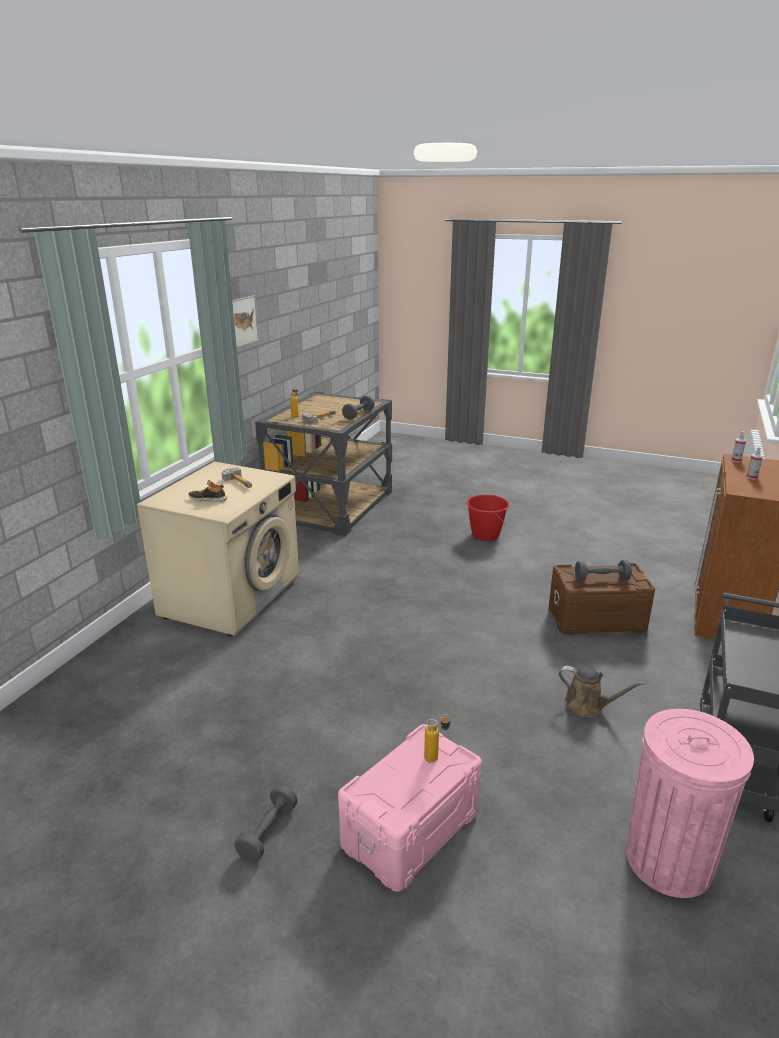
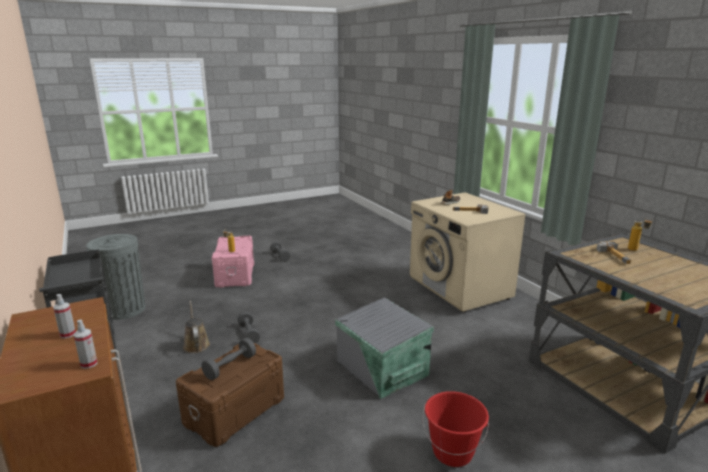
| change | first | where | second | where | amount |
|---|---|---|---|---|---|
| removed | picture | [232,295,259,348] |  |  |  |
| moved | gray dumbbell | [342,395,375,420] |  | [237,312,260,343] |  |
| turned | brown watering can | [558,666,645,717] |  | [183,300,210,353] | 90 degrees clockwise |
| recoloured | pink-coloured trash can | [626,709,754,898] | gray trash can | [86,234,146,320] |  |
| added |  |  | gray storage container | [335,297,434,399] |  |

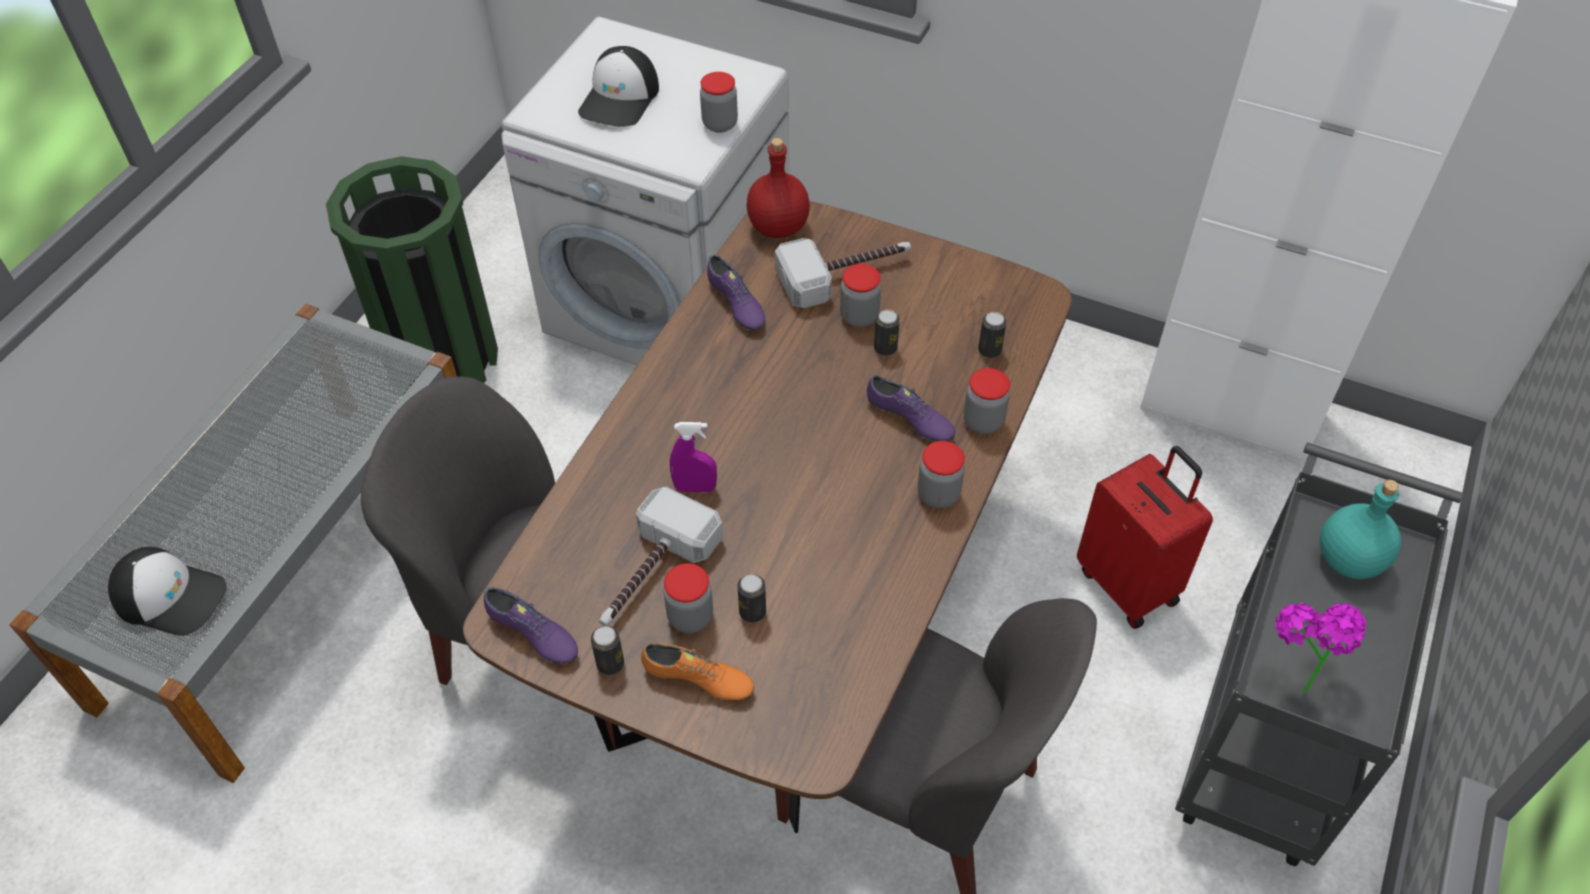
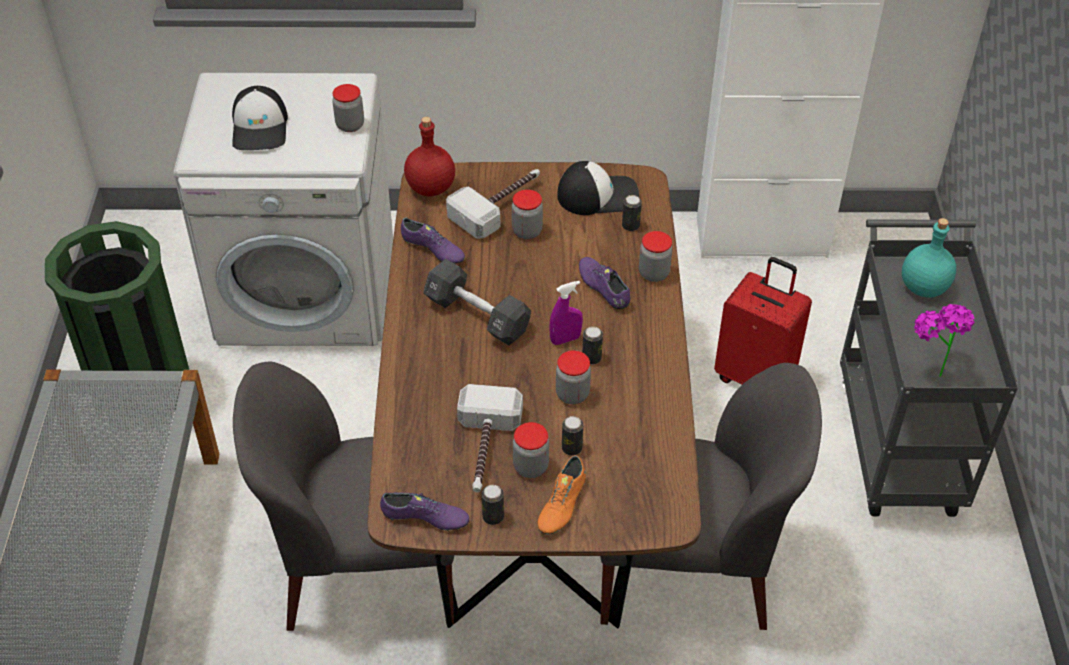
| change | first | where | second | where | amount |
|---|---|---|---|---|---|
| moved | sealed can | [874,309,900,356] |  | [582,326,603,365] |  |
| turned | purple-coloured low shoe | [867,375,955,441] |  | [579,257,630,309] | 135 degrees counterclockwise |
| moved | purple-coloured hand sprayer | [670,422,717,493] |  | [549,281,583,345] |  |
| moved | jar | [918,441,965,508] |  | [556,350,591,404] |  |
| moved | cap | [108,547,227,636] |  | [557,161,639,215] |  |
| turned | orangey low shoe | [641,643,754,701] |  | [537,455,586,534] | 120 degrees clockwise |
| added |  |  | blackish dumbbell | [423,259,531,345] |  |

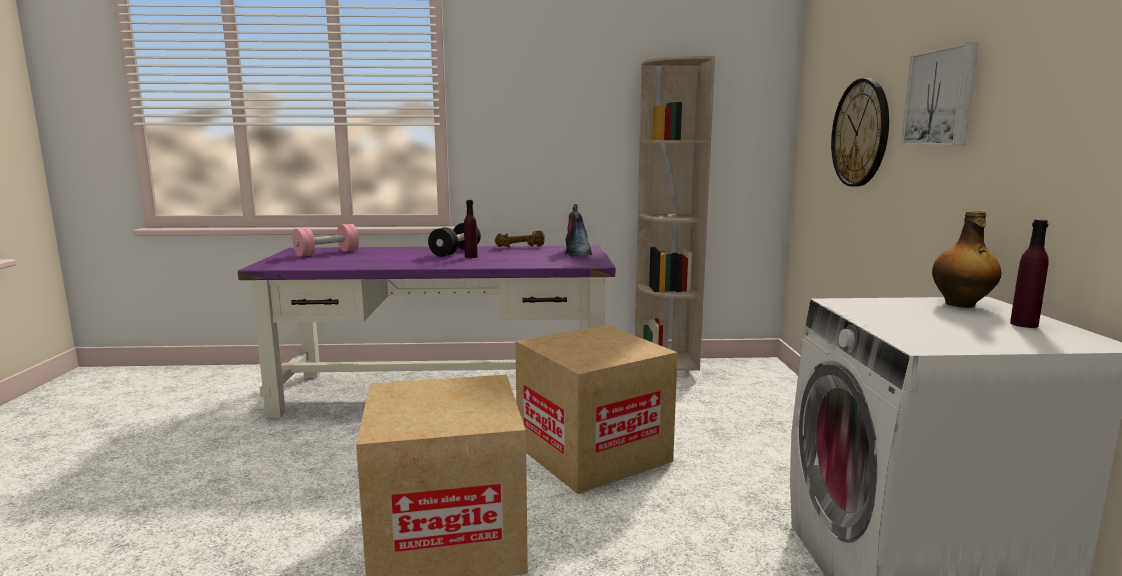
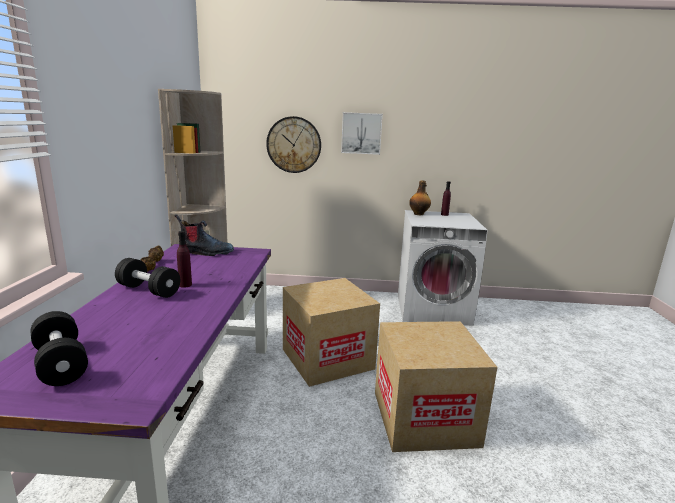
| change | first | where | second | where | amount |
|---|---|---|---|---|---|
| recoloured | pink-coloured dumbbell | [292,224,359,257] | blackish dumbbell | [30,311,88,386] |  |

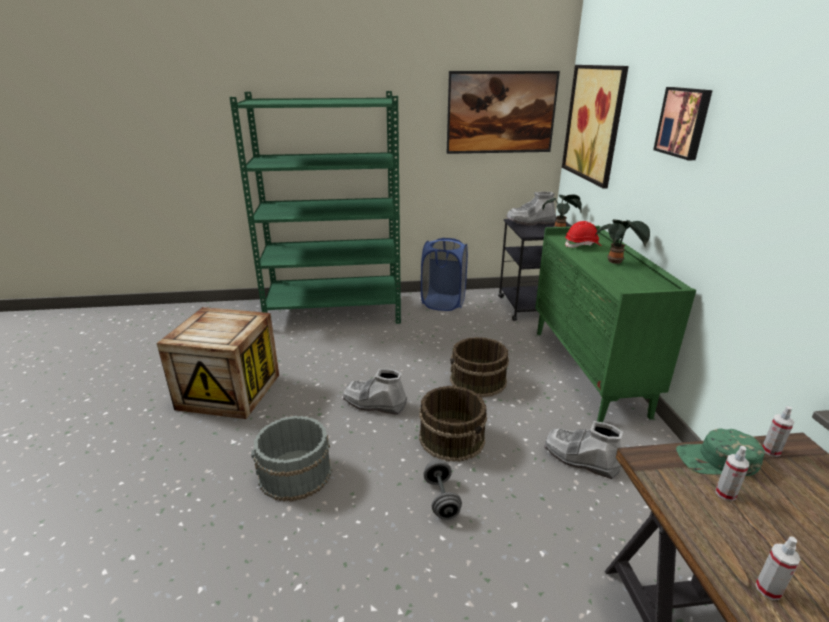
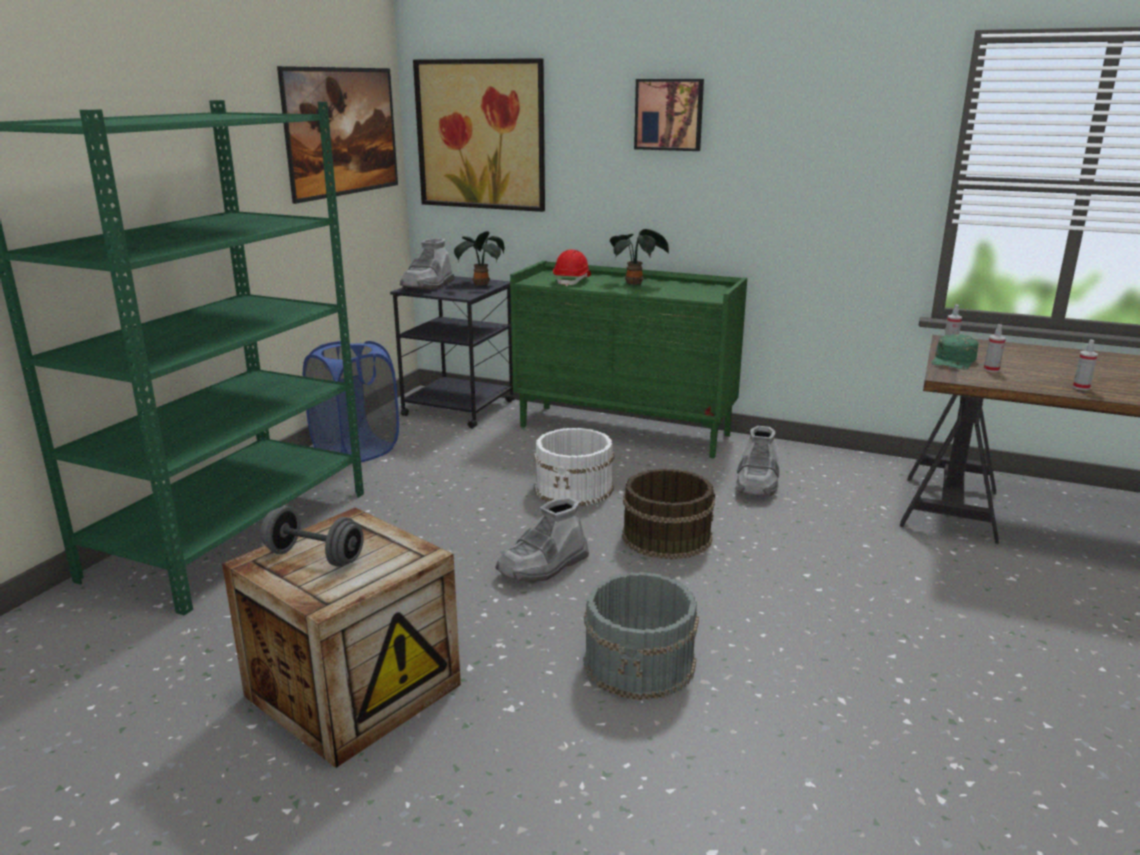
| change | first | where | second | where | amount |
|---|---|---|---|---|---|
| recoloured | brown pail | [450,337,509,397] | whitish pail | [534,428,614,506] |  |
| turned | gray tall boot | [544,421,623,479] |  | [736,426,780,496] | 45 degrees counterclockwise |
| moved | gray dumbbell | [424,459,462,520] |  | [260,506,364,566] |  |

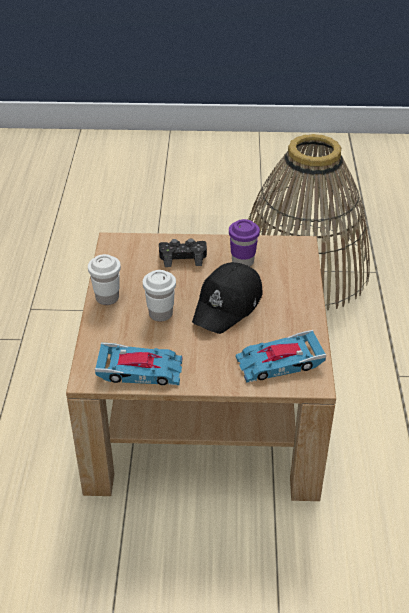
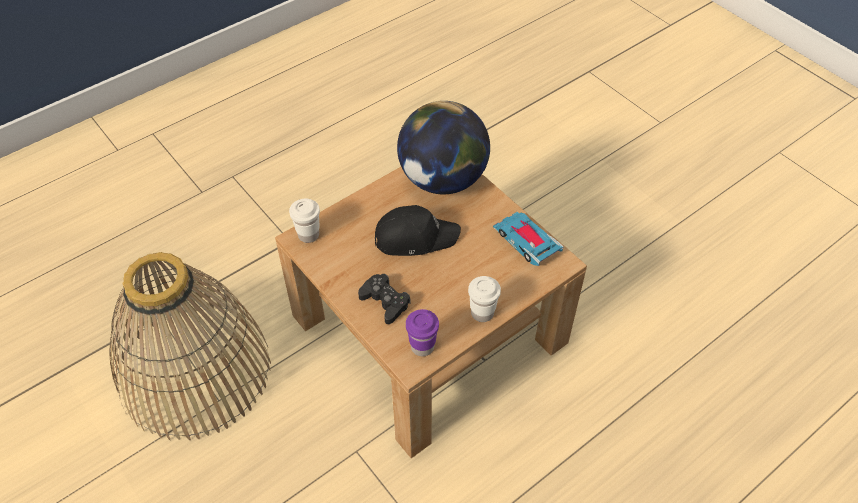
| change | first | where | second | where | amount |
|---|---|---|---|---|---|
| moved | purple-coloured drinking cup | [229,219,260,267] |  | [406,309,439,356] |  |
| moved | whitish drinking cup | [143,270,176,322] |  | [289,199,320,243] |  |
| replaced | toy car | [236,330,326,383] | desk globe | [397,101,490,194] |  |

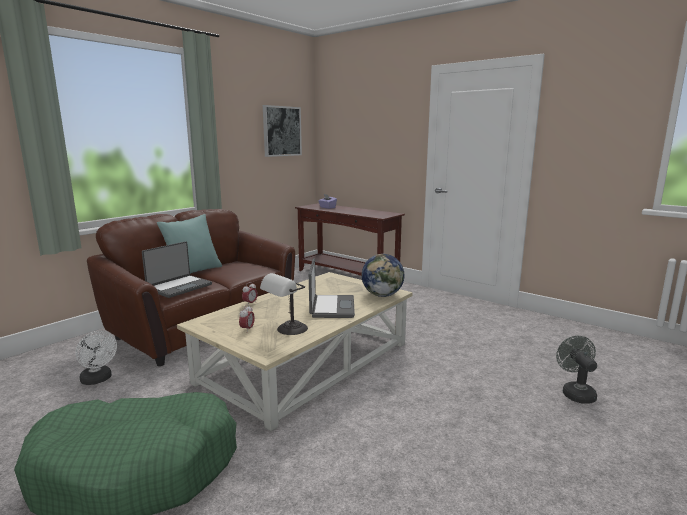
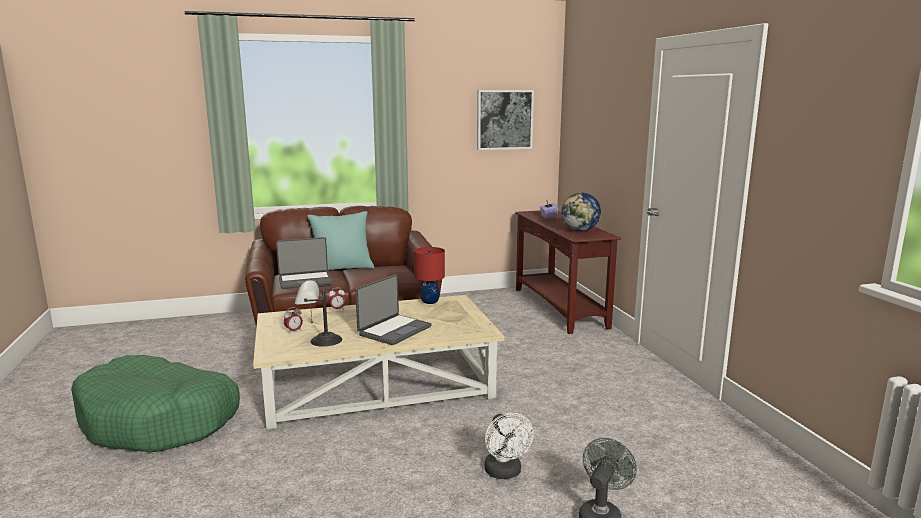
| change | first | where | second | where | amount |
|---|---|---|---|---|---|
| moved | desk globe | [362,254,404,297] |  | [561,193,601,232] |  |
| moved | whitish electric fan | [76,331,117,385] |  | [484,413,534,479] |  |
| added |  |  | reddish lamp for a table | [414,247,445,304] |  |

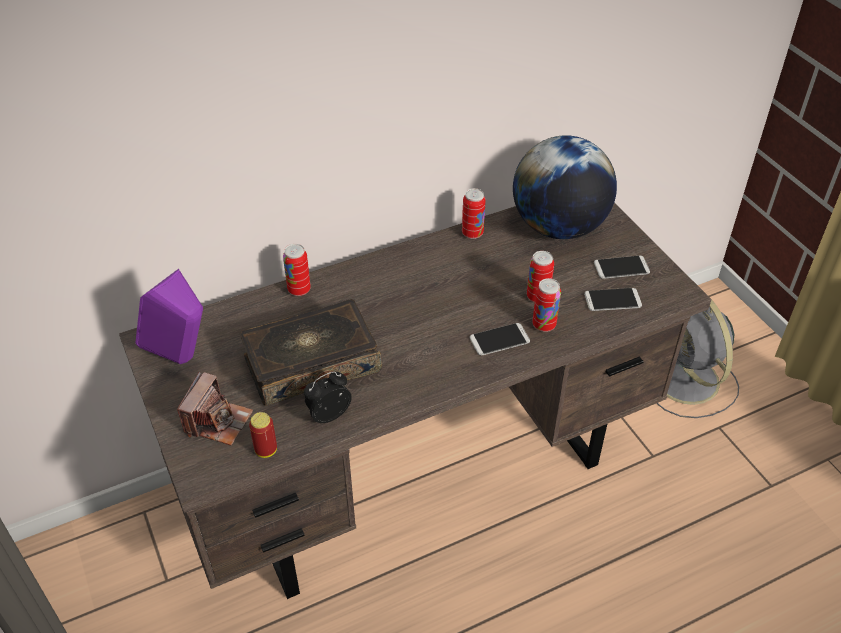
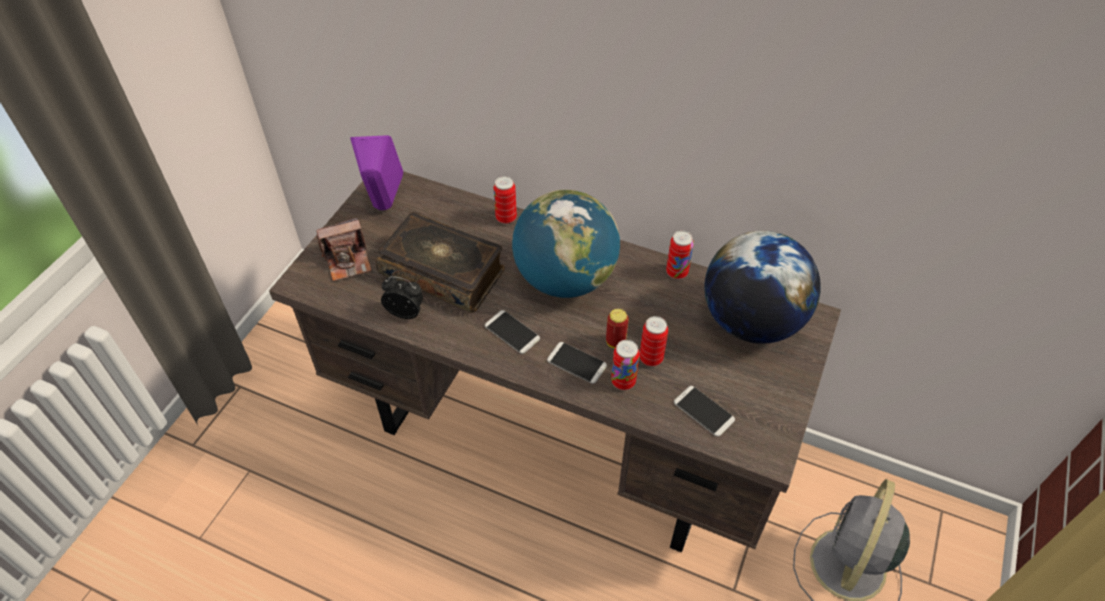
| change | first | where | second | where | amount |
|---|---|---|---|---|---|
| moved | phone | [594,256,650,279] |  | [485,310,540,354] |  |
| moved | sealed can | [249,412,277,458] |  | [606,309,629,348] |  |
| added |  |  | desk globe | [512,190,620,298] |  |

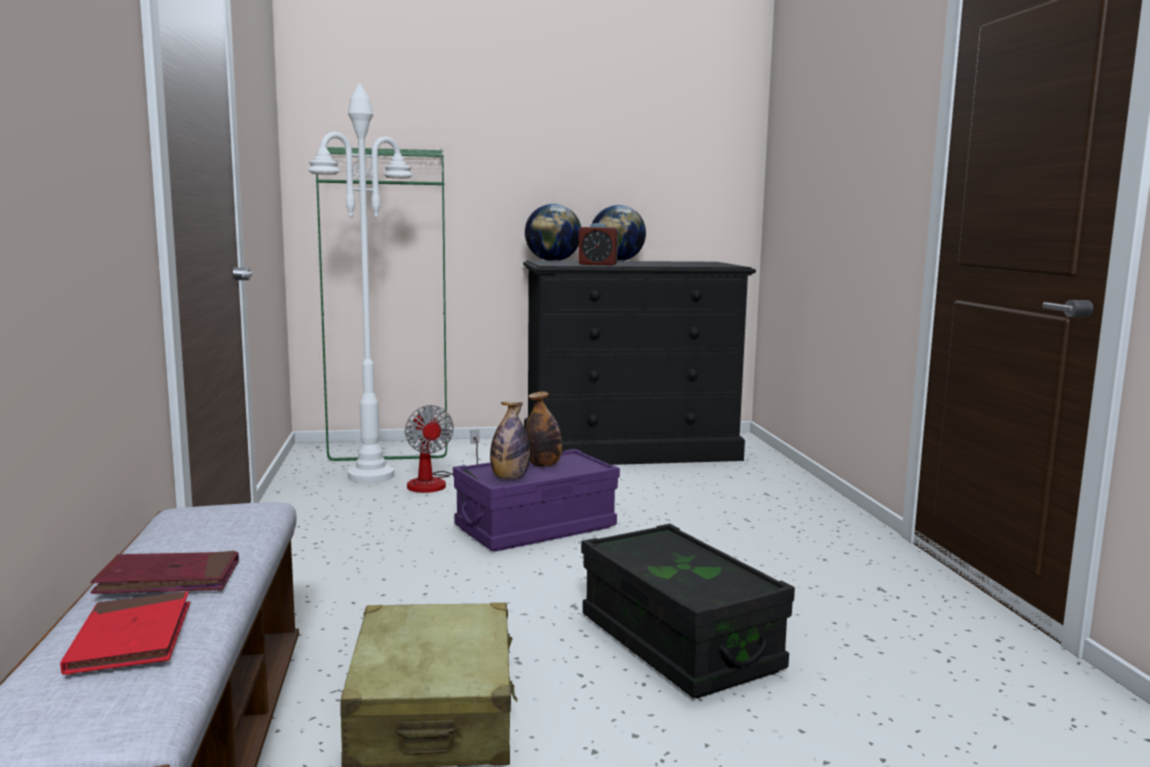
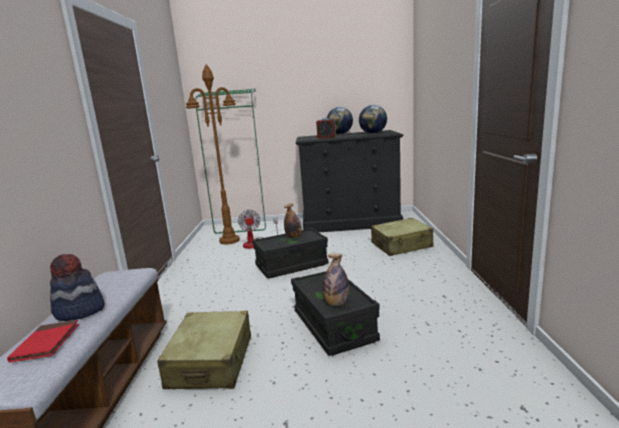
| change | first | where | second | where | amount |
|---|---|---|---|---|---|
| recoloured | whitish standing lamp | [308,83,413,483] | brown standing lamp | [186,64,240,244] |  |
| moved | desk globe | [525,204,581,261] |  | [359,105,387,134] |  |
| moved | drink bottle | [490,402,530,479] |  | [323,253,349,306] |  |
| recoloured | purple-coloured storage container | [453,449,620,551] | blackish storage container | [252,228,329,278] |  |
| replaced | reddish bound book | [90,551,239,594] | hat | [50,254,105,321] |  |
| added |  |  | sand-coloured piece of luggage | [371,218,433,256] |  |

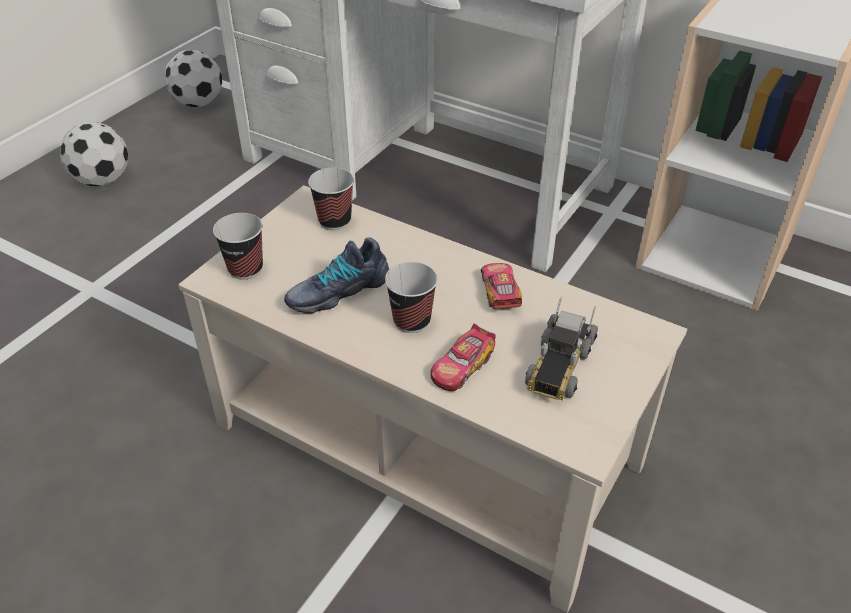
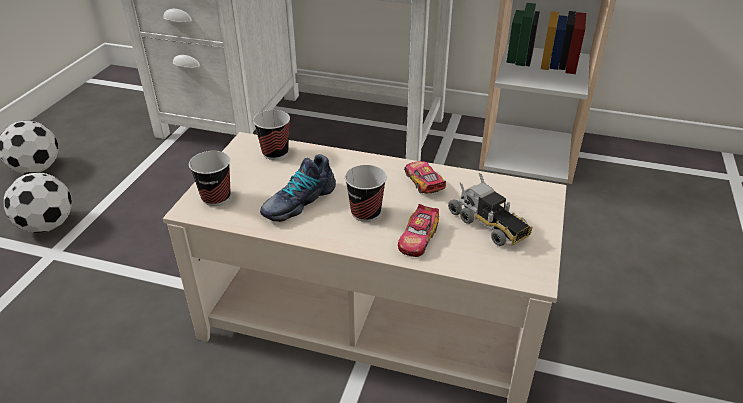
| change | first | where | second | where | amount |
|---|---|---|---|---|---|
| moved | football ball | [164,50,222,107] |  | [4,173,72,233] |  |
| turned | toy lorry | [525,297,598,401] |  | [448,173,533,246] | 45 degrees counterclockwise |

